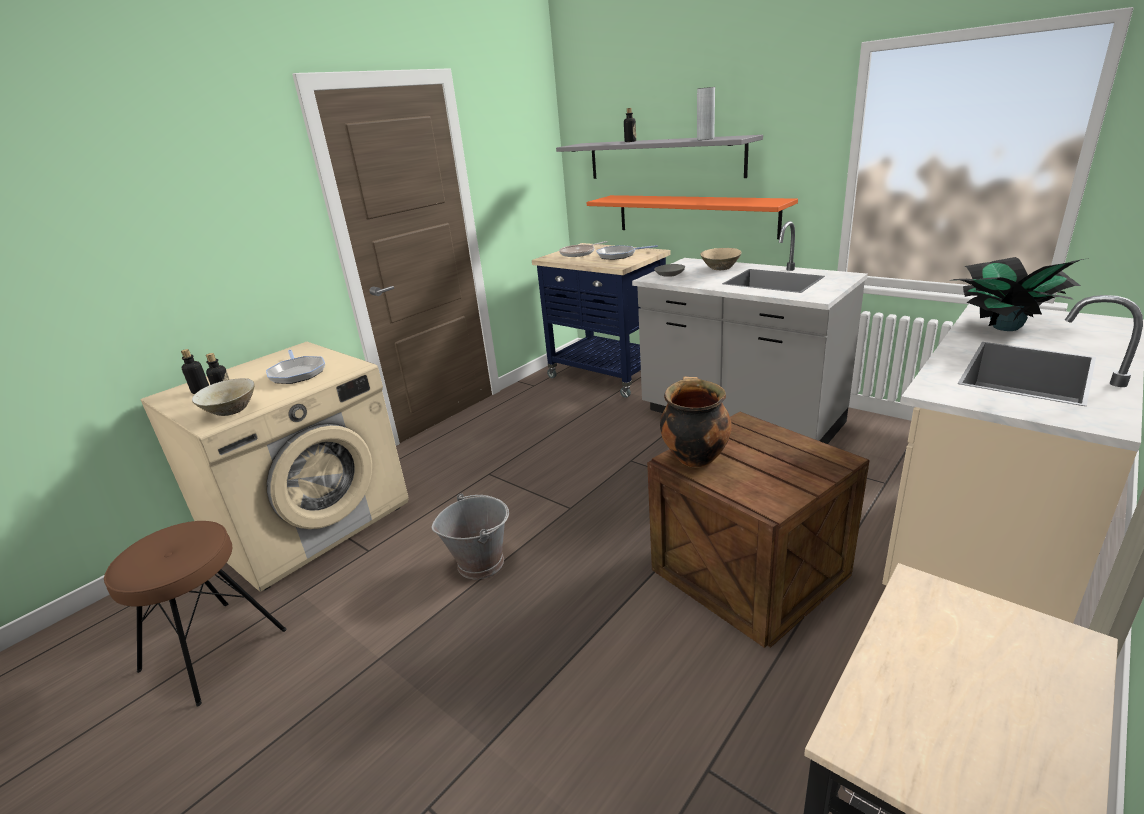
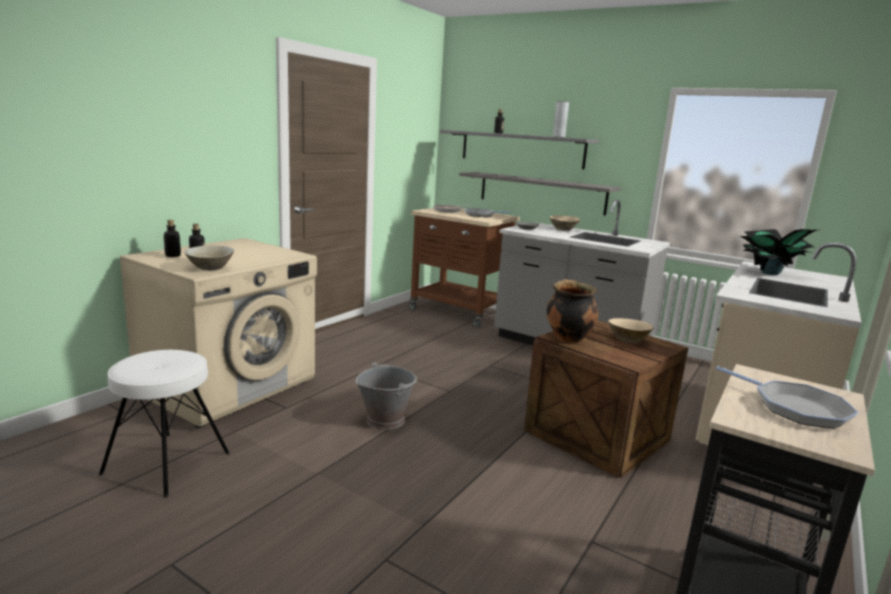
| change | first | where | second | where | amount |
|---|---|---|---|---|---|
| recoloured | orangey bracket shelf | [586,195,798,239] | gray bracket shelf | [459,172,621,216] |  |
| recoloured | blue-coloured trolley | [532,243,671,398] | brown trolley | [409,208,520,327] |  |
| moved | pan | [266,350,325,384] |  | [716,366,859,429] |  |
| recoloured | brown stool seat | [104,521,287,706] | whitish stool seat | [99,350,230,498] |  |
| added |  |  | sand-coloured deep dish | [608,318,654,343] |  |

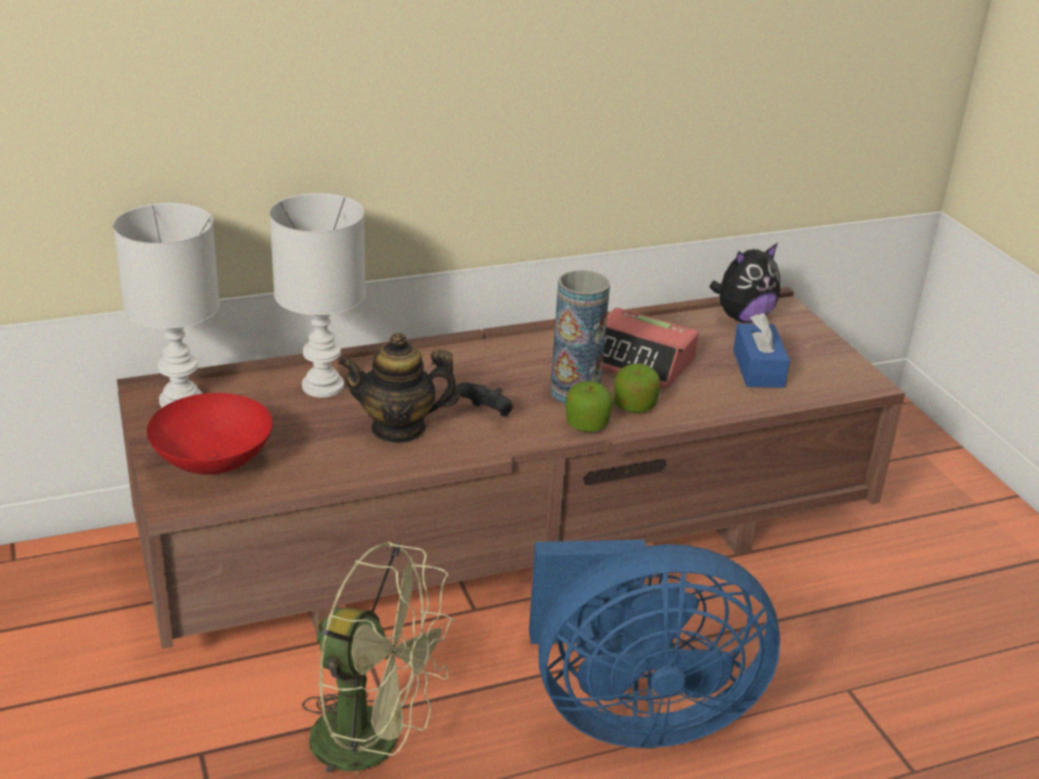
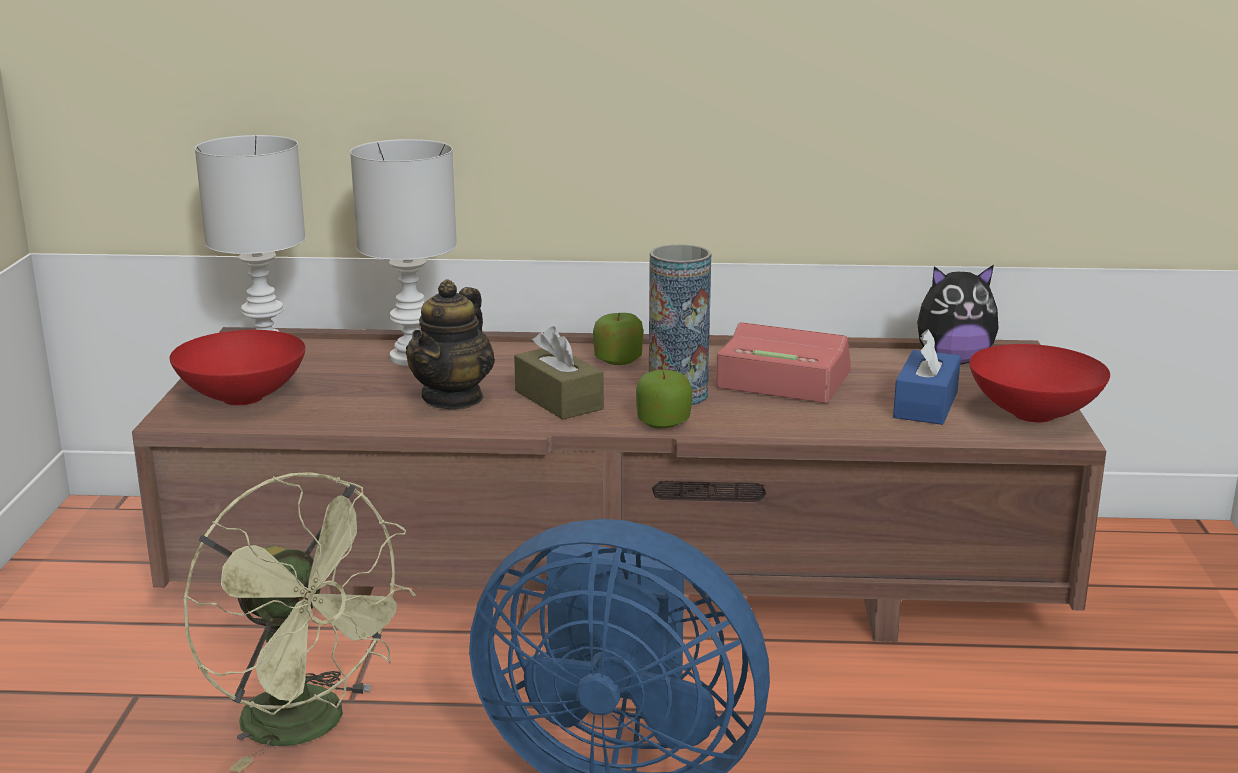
| change | first | where | second | where | amount |
|---|---|---|---|---|---|
| turned | bedside clock | [602,307,699,389] |  | [716,322,851,403] | 150 degrees clockwise |
| turned | pot for tea | [338,333,460,443] |  | [406,279,495,409] | 90 degrees counterclockwise |
| moved | whole apple | [614,363,660,413] |  | [593,313,643,365] |  |
| replaced | blackish game controller | [457,383,513,416] | brown tissue box | [514,326,604,420] |  |
| added |  |  | reddish deep dish | [969,344,1110,422] |  |

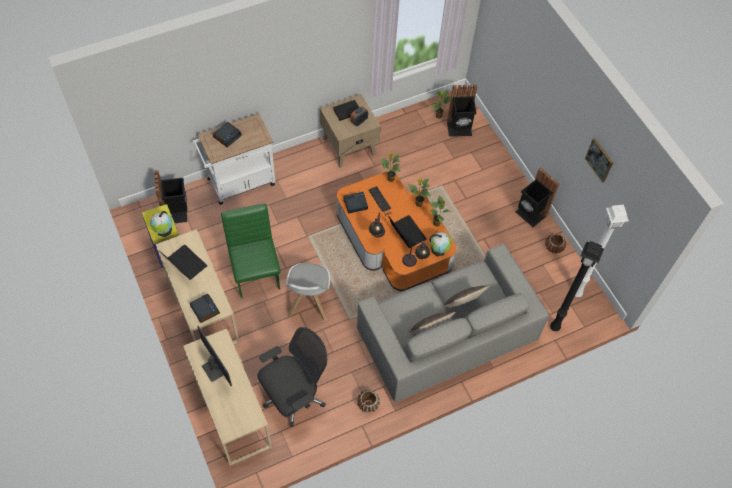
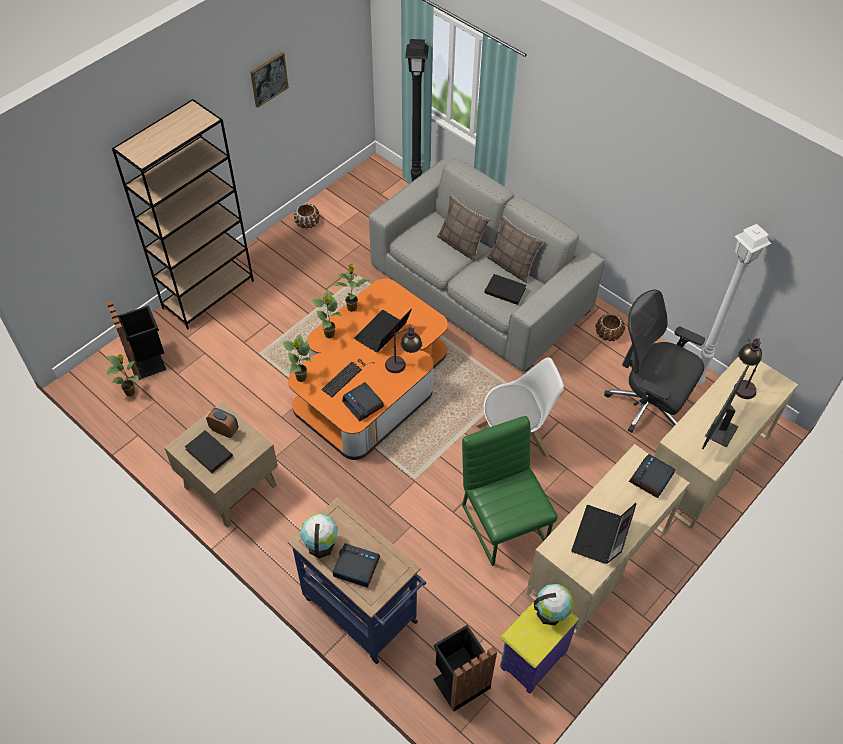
| change | first | where | second | where | amount |
|---|---|---|---|---|---|
| recoloured | whitish trolley | [193,113,275,205] | blue-coloured trolley | [288,497,426,664] |  |
| removed | blackish trash can | [515,168,560,227] |  |  |  |
| turned | green chair | [221,204,281,298] |  | [462,416,558,566] | 105 degrees clockwise |
| moved | whitish standing lamp | [575,205,629,297] |  | [697,224,771,385] |  |
| moved | desk globe | [430,232,452,256] |  | [300,513,338,558] |  |
| moved | lamp for a table | [402,242,430,267] |  | [734,338,762,399] |  |
| added |  |  | sand-coloured bookcase | [112,99,254,330] |  |
| added |  |  | blackish bound book | [485,274,527,305] |  |

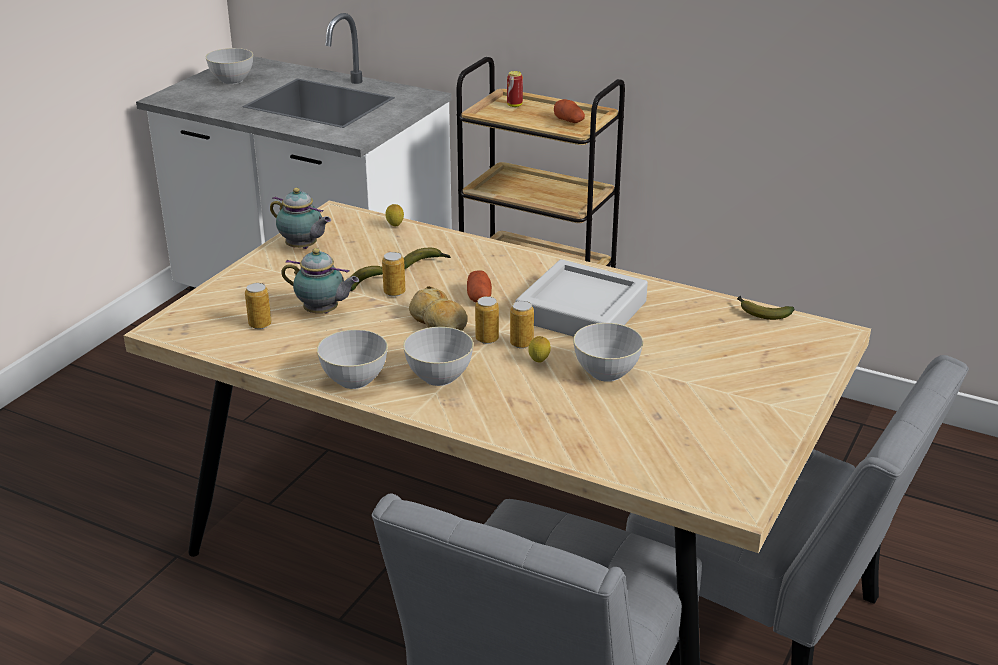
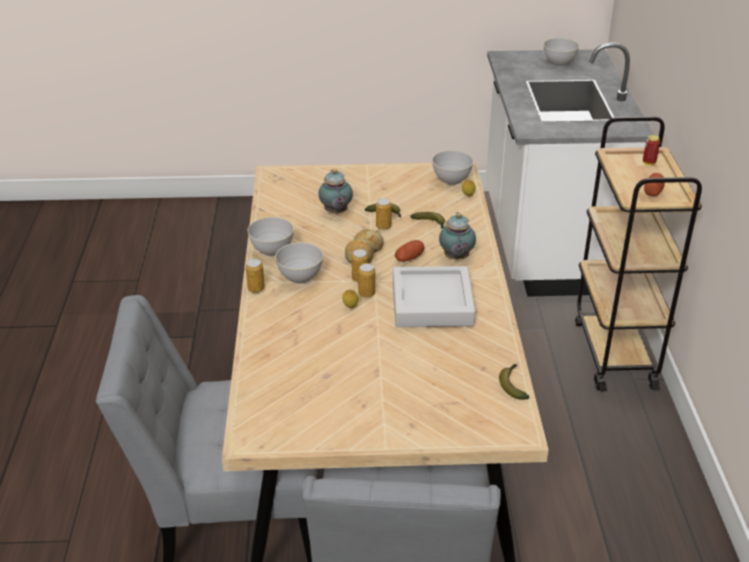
| change | first | where | second | where | amount |
|---|---|---|---|---|---|
| moved | pot for tea | [270,188,331,249] |  | [439,212,476,260] |  |
| moved | sealed can | [245,283,272,329] |  | [246,259,265,293] |  |
| moved | gray deep dish | [573,323,643,382] |  | [432,150,474,185] |  |

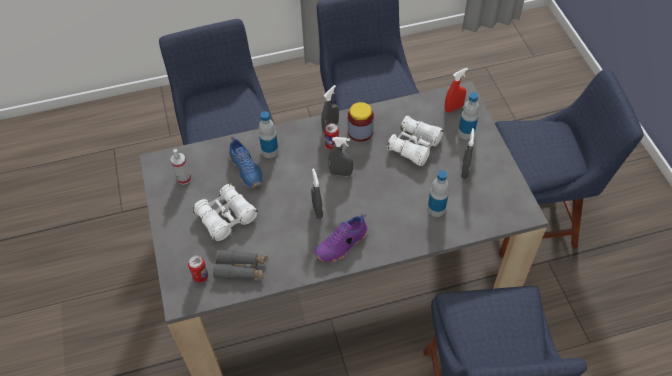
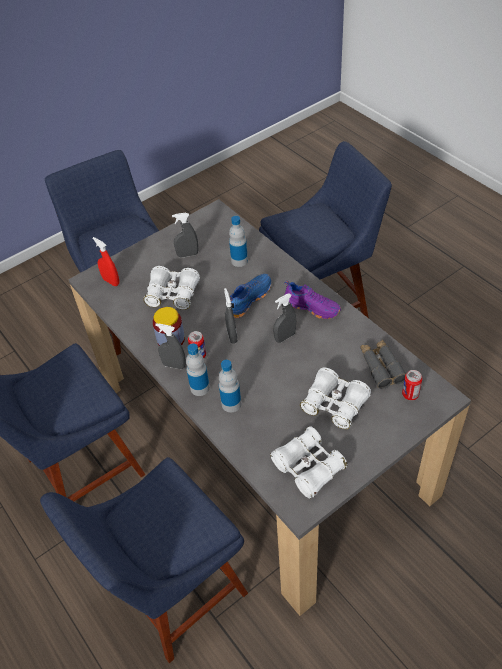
| change | first | where | second | where | amount |
|---|---|---|---|---|---|
| moved | drink bottle | [458,92,479,140] |  | [186,344,210,396] |  |
| moved | blue-coloured low shoe | [228,136,263,188] |  | [230,274,271,318] |  |
| replaced | hand sprayer | [170,149,191,185] | whitish pair of binoculars | [270,426,348,498] |  |

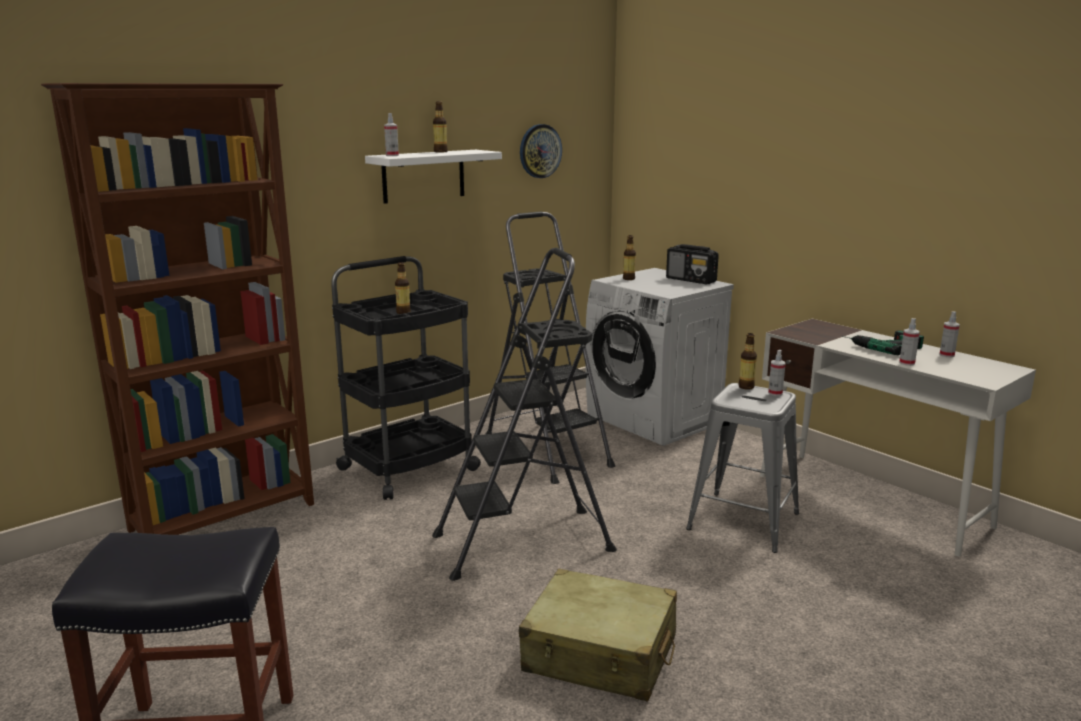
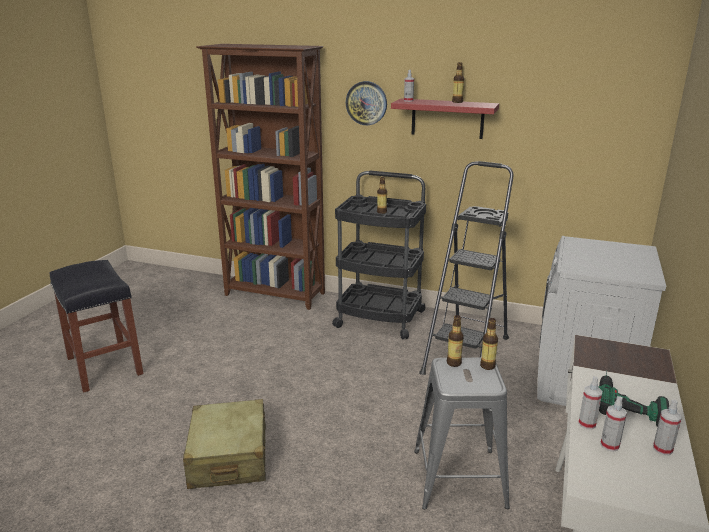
| change | first | where | second | where | amount |
|---|---|---|---|---|---|
| moved | wall clock | [520,124,562,178] |  | [346,81,387,125] |  |
| recoloured | whitish bracket shelf | [365,150,502,204] | reddish bracket shelf | [391,99,499,139] |  |
| moved | drink bottle | [623,235,636,280] |  | [447,315,464,367] |  |
| removed | radio | [666,244,719,284] |  |  |  |
| removed | step stool | [432,248,617,581] |  |  |  |
| moved | hand sprayer | [768,350,786,396] |  | [600,396,627,452] |  |

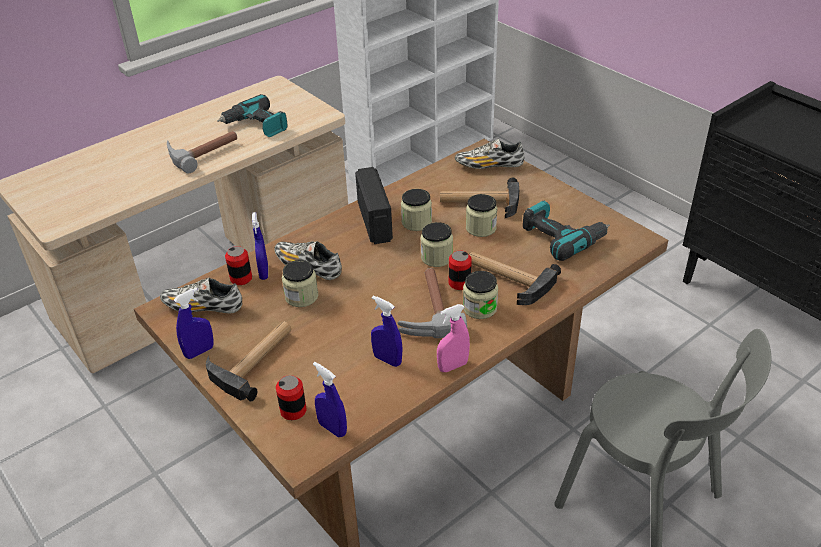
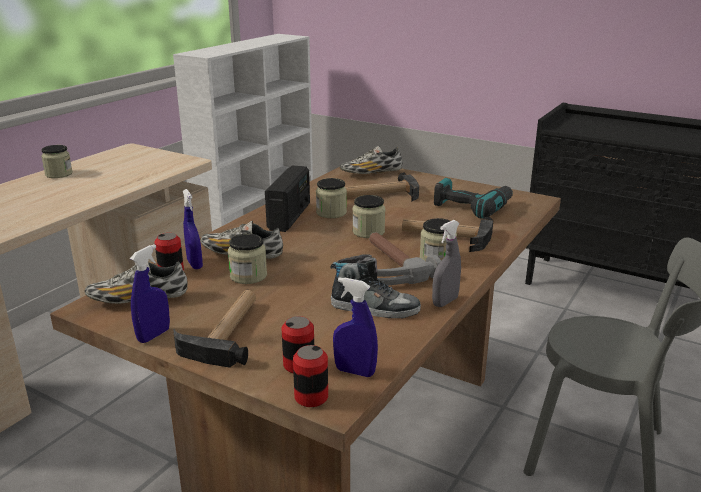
| change | first | where | second | where | amount |
|---|---|---|---|---|---|
| removed | electric drill | [217,94,288,137] |  |  |  |
| removed | hand hammer | [167,131,237,174] |  |  |  |
| turned | radio | [355,167,393,244] |  | [265,165,310,232] | 45 degrees clockwise |
| moved | jar | [466,194,497,237] |  | [41,145,73,178] |  |
| moved | sealed can | [449,250,472,290] |  | [293,345,328,407] |  |
| replaced | blue-coloured hand sprayer | [371,296,403,367] | low shoe | [330,254,421,318] |  |
| recoloured | pink-coloured hand sprayer | [437,304,470,372] | gray hand sprayer | [432,220,461,307] |  |

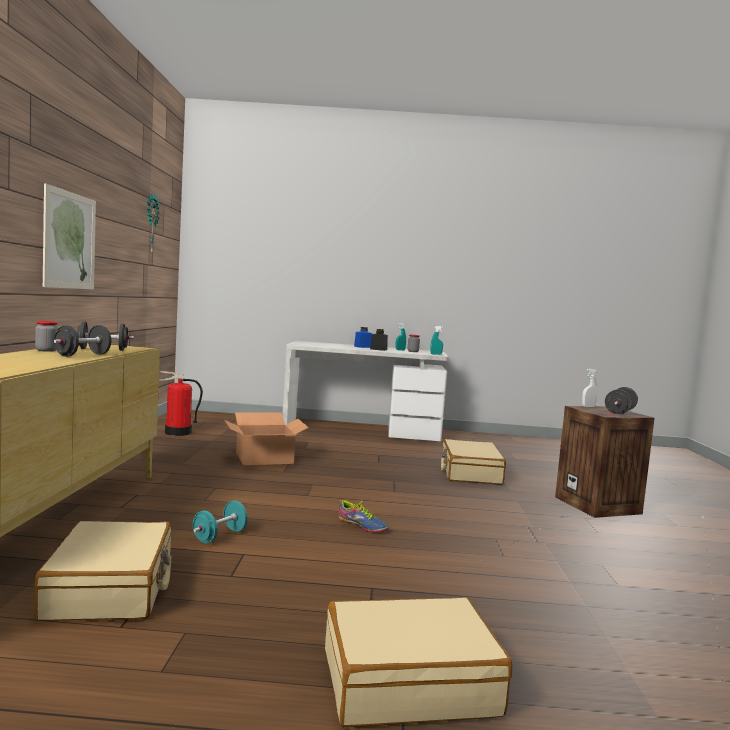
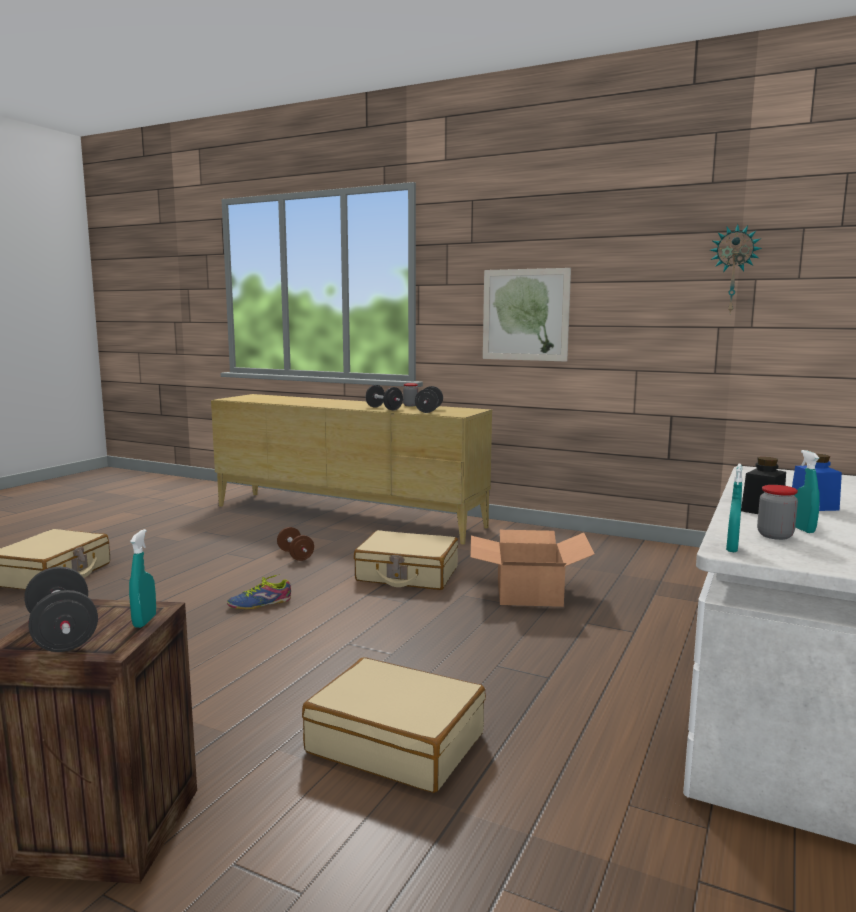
| change | first | where | second | where | amount |
|---|---|---|---|---|---|
| recoloured | whitish hand sprayer | [582,369,597,407] | turquoise hand sprayer | [129,529,156,628] |  |
| removed | extinguisher | [159,371,203,436] |  |  |  |
| recoloured | turquoise dumbbell | [193,501,248,543] | brown dumbbell | [277,527,314,561] |  |
| moved | sand-coloured piece of luggage | [35,521,172,621] |  | [354,530,458,590] |  |

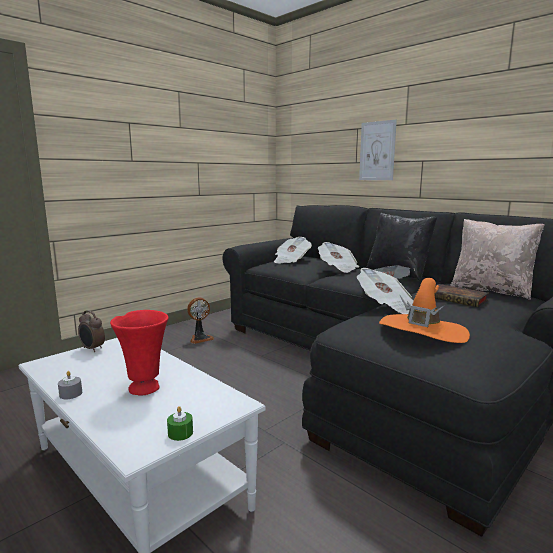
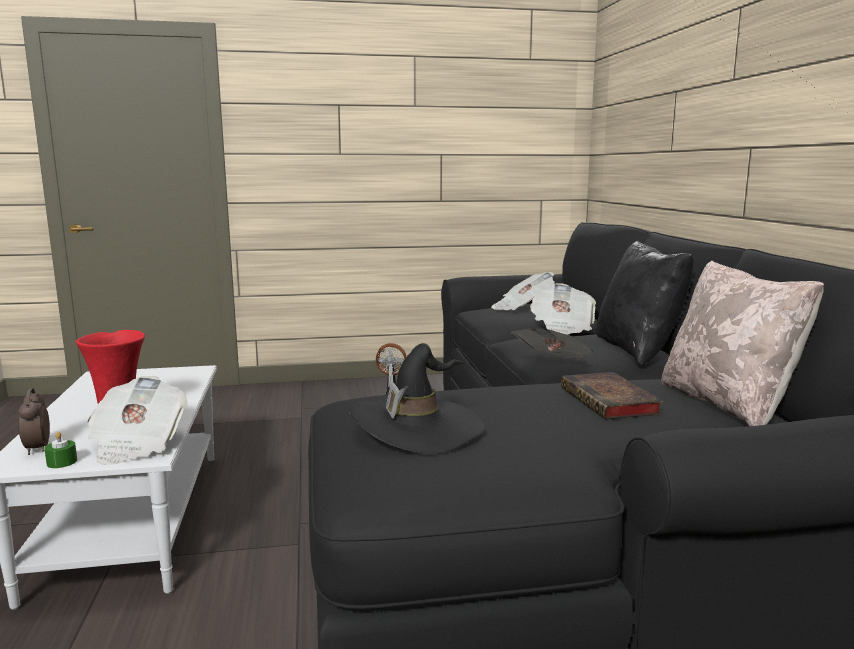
| change | first | where | second | where | amount |
|---|---|---|---|---|---|
| removed | picture | [359,120,397,180] |  |  |  |
| moved | newspaper | [357,268,414,314] |  | [88,376,188,465] |  |
| recoloured | orangey hat | [379,278,470,343] | blackish hat | [349,343,486,454] |  |
| moved | bedside clock | [78,310,105,352] |  | [18,388,50,455] |  |
| removed | gray candle | [58,371,82,399] |  |  |  |

